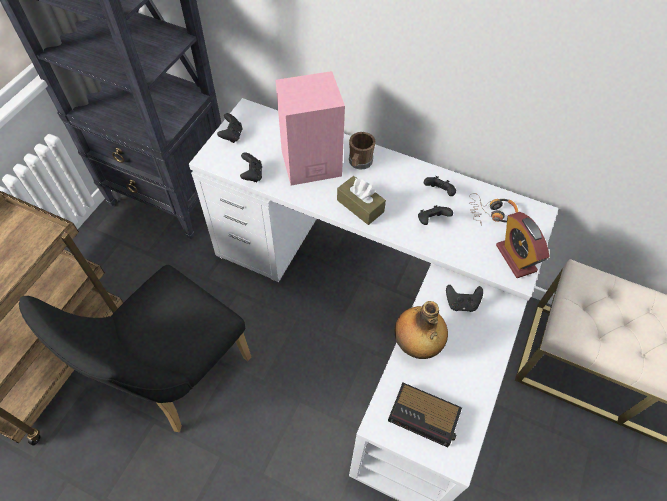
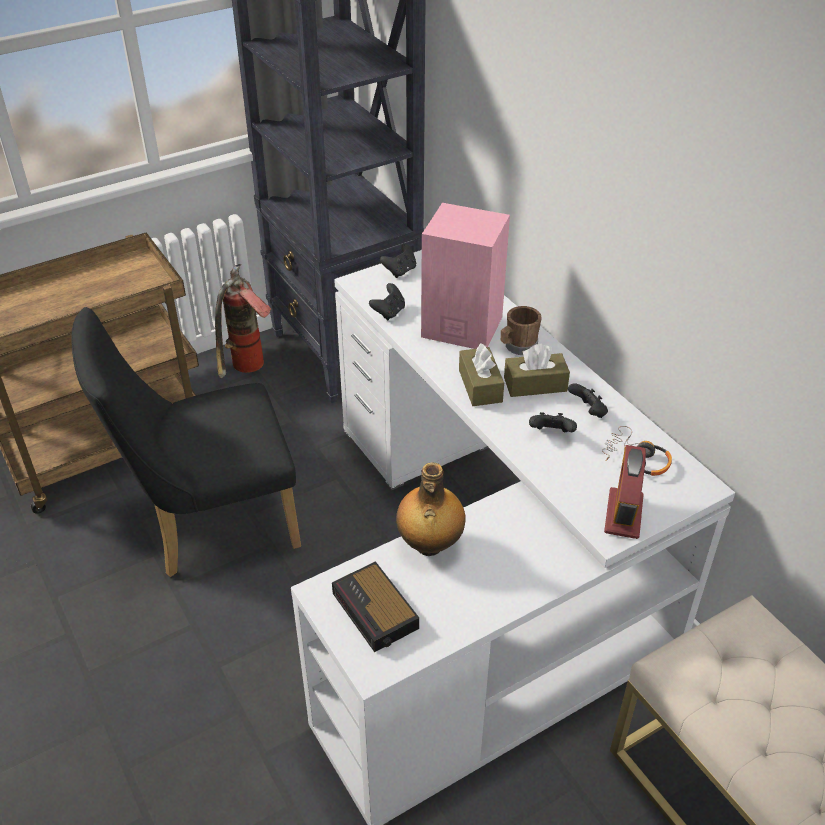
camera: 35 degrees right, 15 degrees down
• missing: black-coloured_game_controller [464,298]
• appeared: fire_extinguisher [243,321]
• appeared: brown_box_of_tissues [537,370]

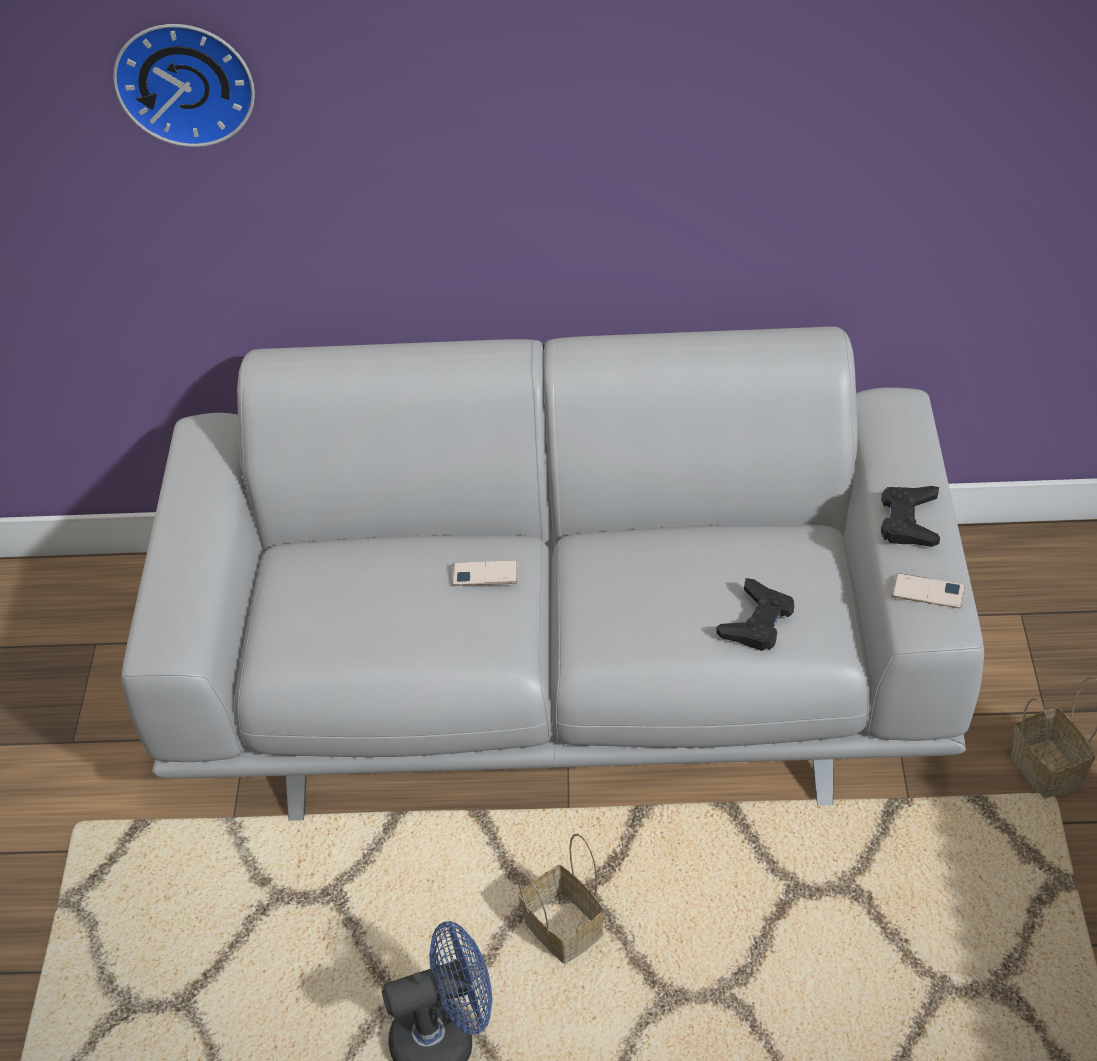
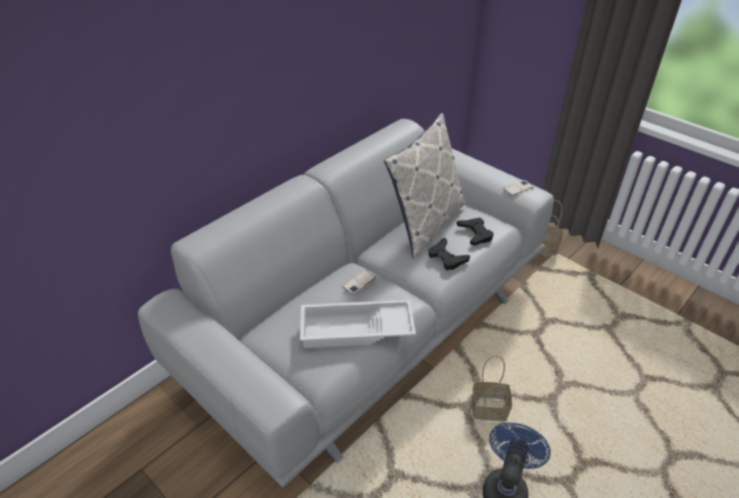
camera: 50 degrees left, 5 degrees down
• missing: clock_on_the_wall [184,85]
• relocated: black-coloured_game_controller [910,516] to [449,254]
• appeared: white-coloured_serving_tray [358,324]
• appeared: throw_pillow [424,186]

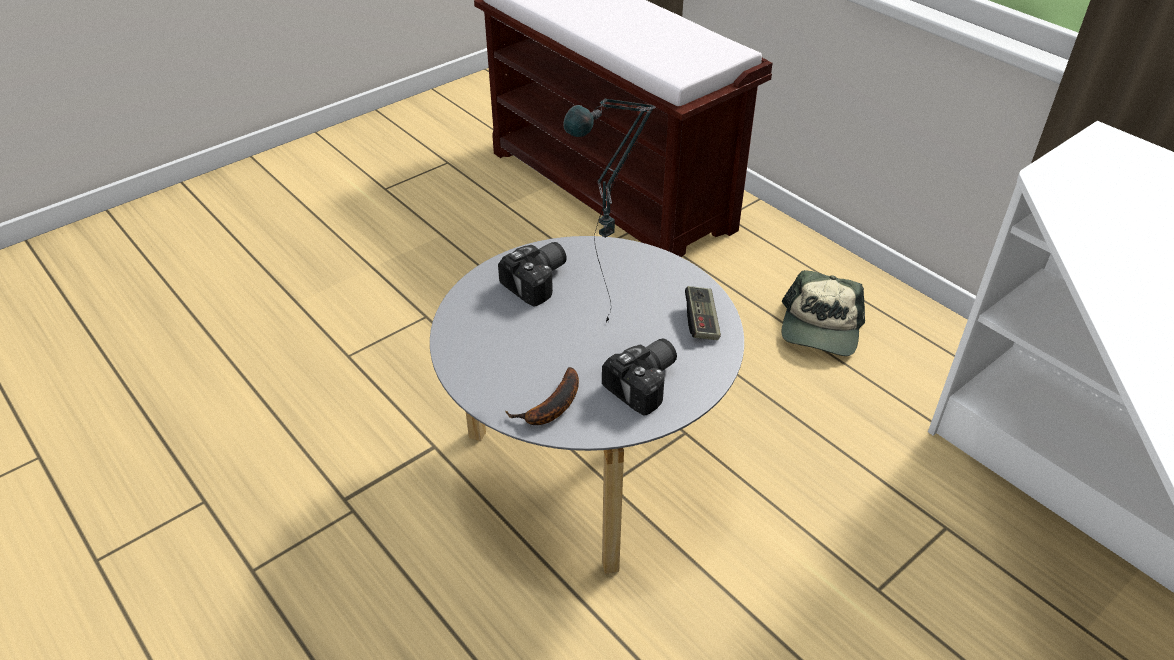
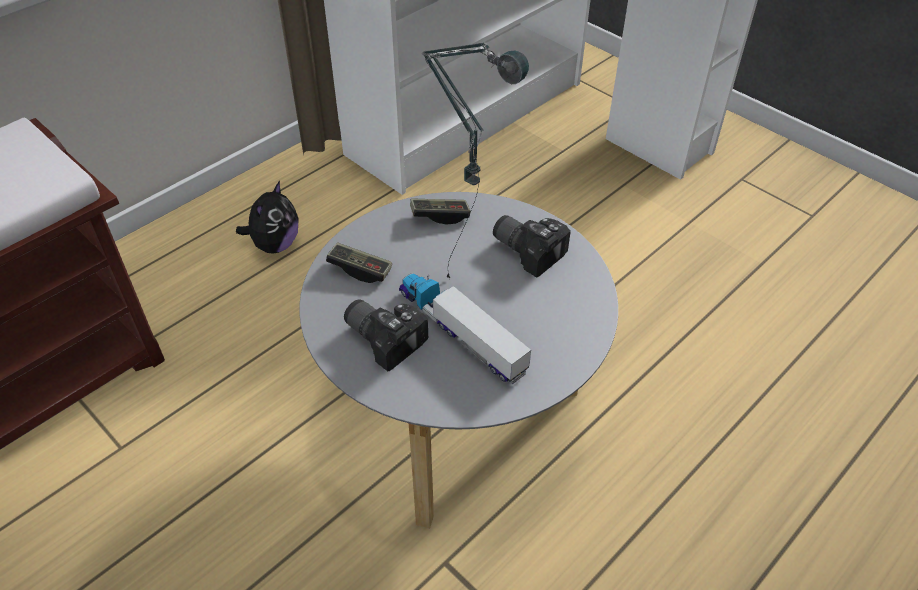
camera: 95 degrees left, 5 degrees up
• missing: banana_fruit [542,396]
• exchanged: peaked_cap [823,313] to soft_toy [267,217]
• appeared: game_controller [359,262]
• appeared: toy_truck [465,328]

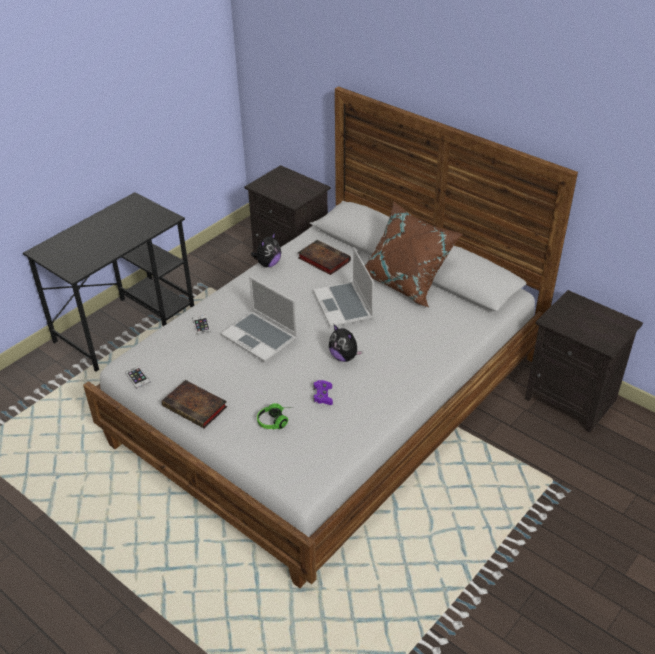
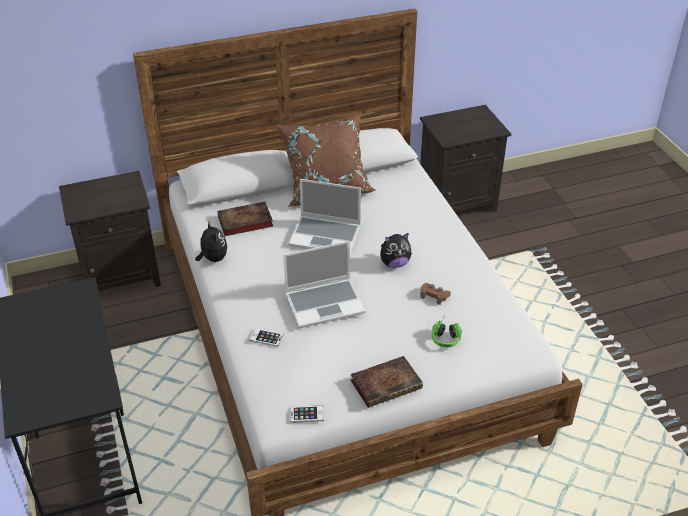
camera: 60 degrees left, 0 degrees up
• colour: purplish_game_controller [323,392] to brown_game_controller [435,294]

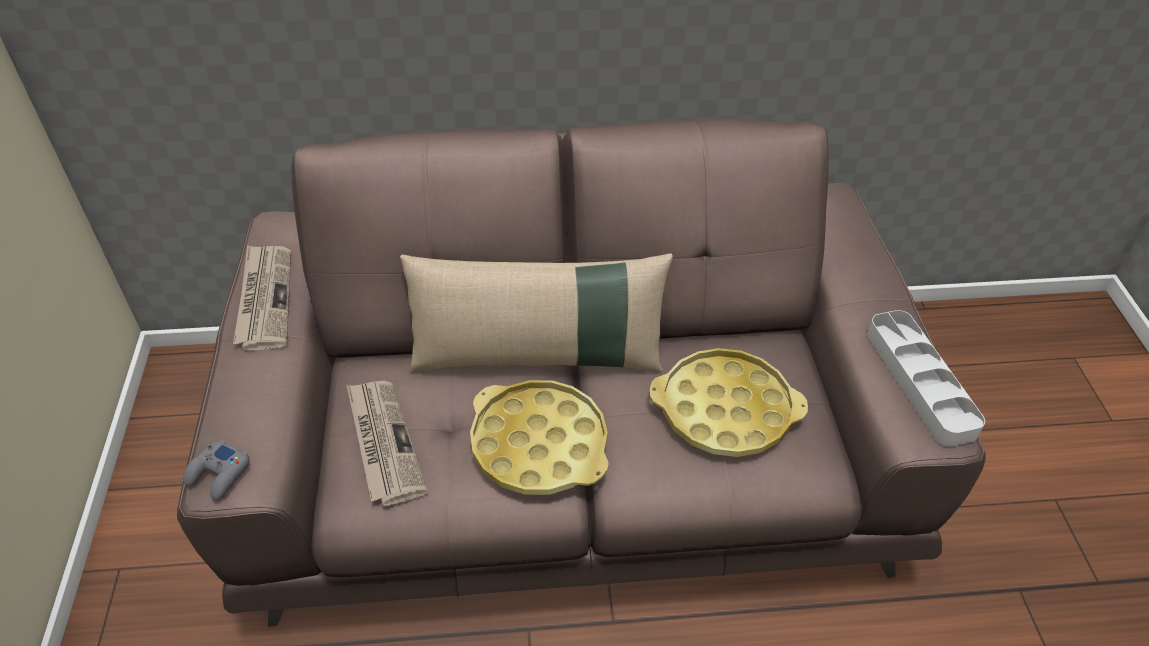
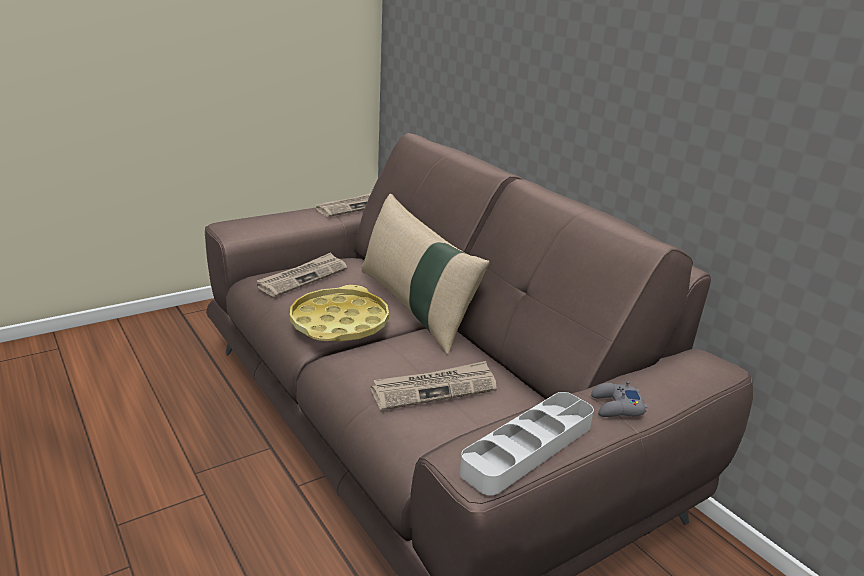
camera: 60 degrees right, 20 degrees down
• relocated: grey_game_controller [216,470] to [619,399]
• exchanged: yellow_serving_tray [728,402] to printed_paper [434,386]

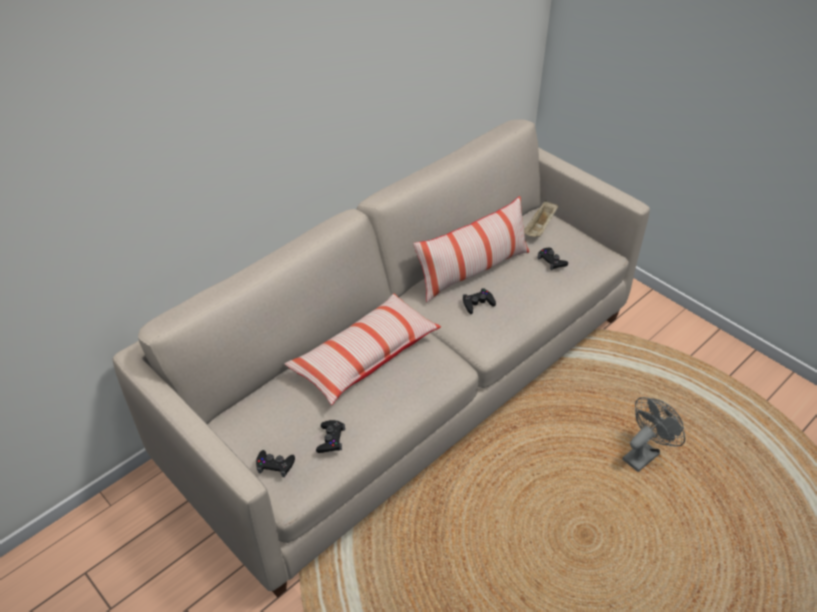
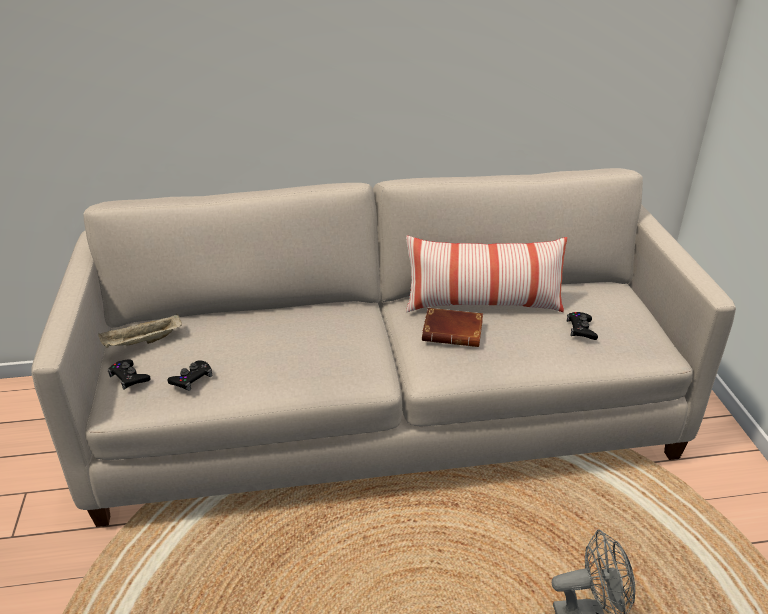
camera: 35 degrees right, 10 degrees down
• missing: throw_pillow [363,349]
• exchanged: black-coloured_game_controller [479,301] to brown_book [452,327]
• relocated: beige-coloured_serving_tray [541,218] to [140,331]

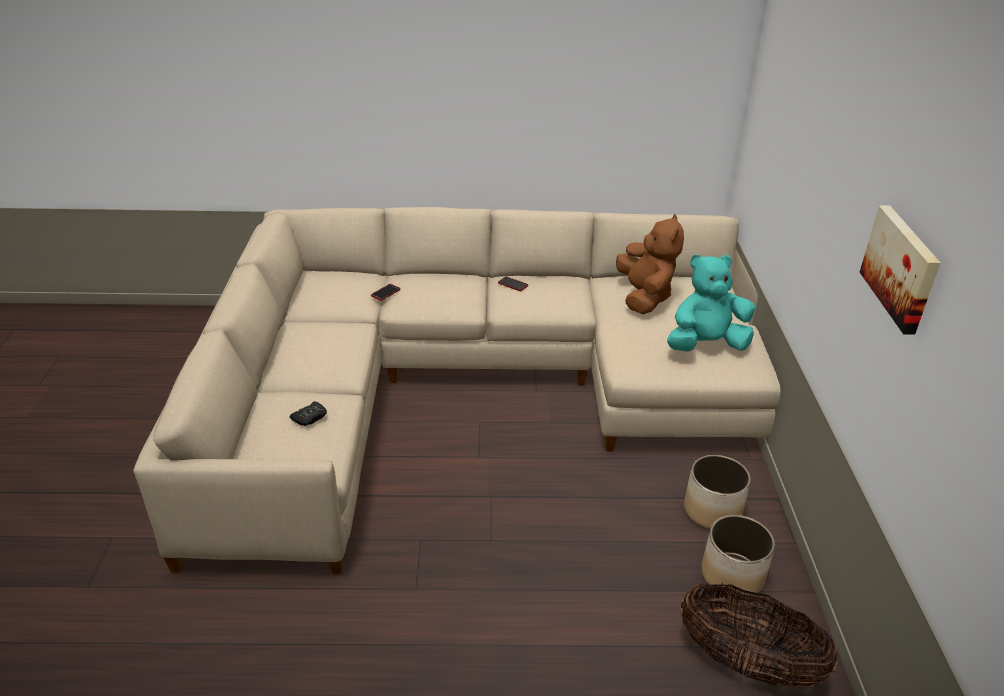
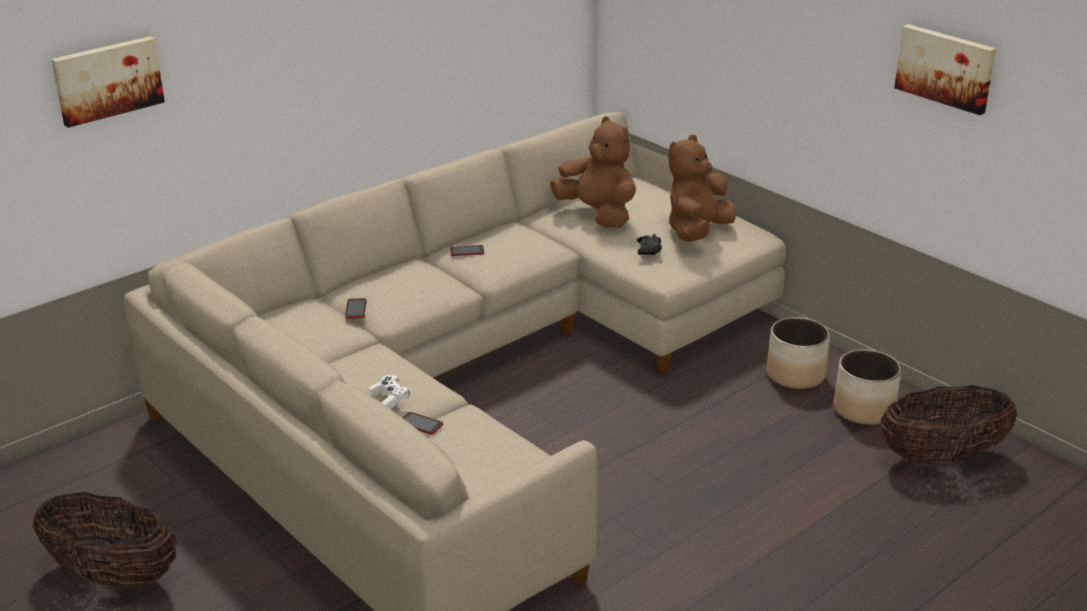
camera: 40 degrees left, 5 degrees down
• relocated: black-coloured_game_controller [308,414] to [649,244]
• colour: turquoise-coloured_soft_toy [711,303] to brown_soft_toy [702,188]
• appeared: storage_basket [105,540]
• appeared: wall_picture [108,82]
• appeared: white-coloured_game_controller [389,392]
• appeared: telephone [422,423]

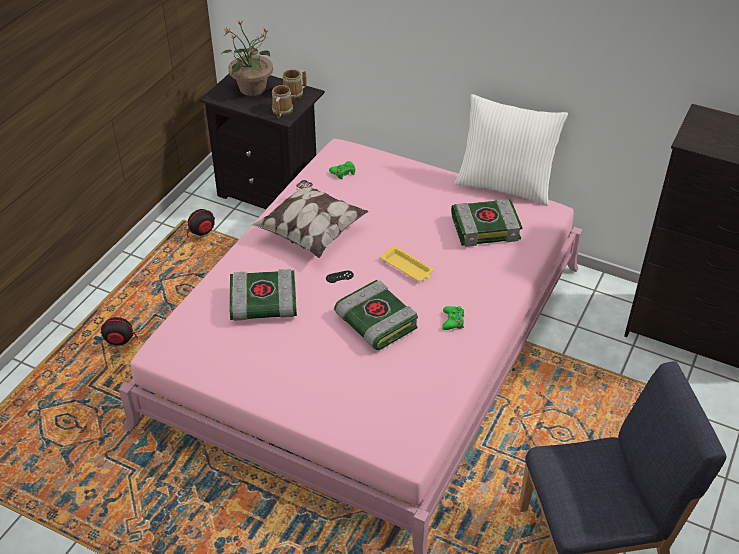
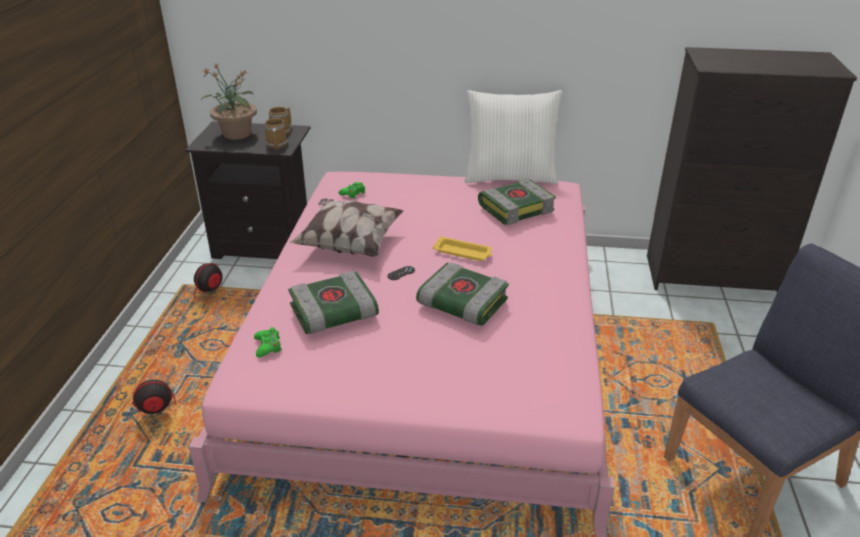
camera: 20 degrees left, 10 degrees down
• relocated: green_game_controller [453,318] to [268,342]

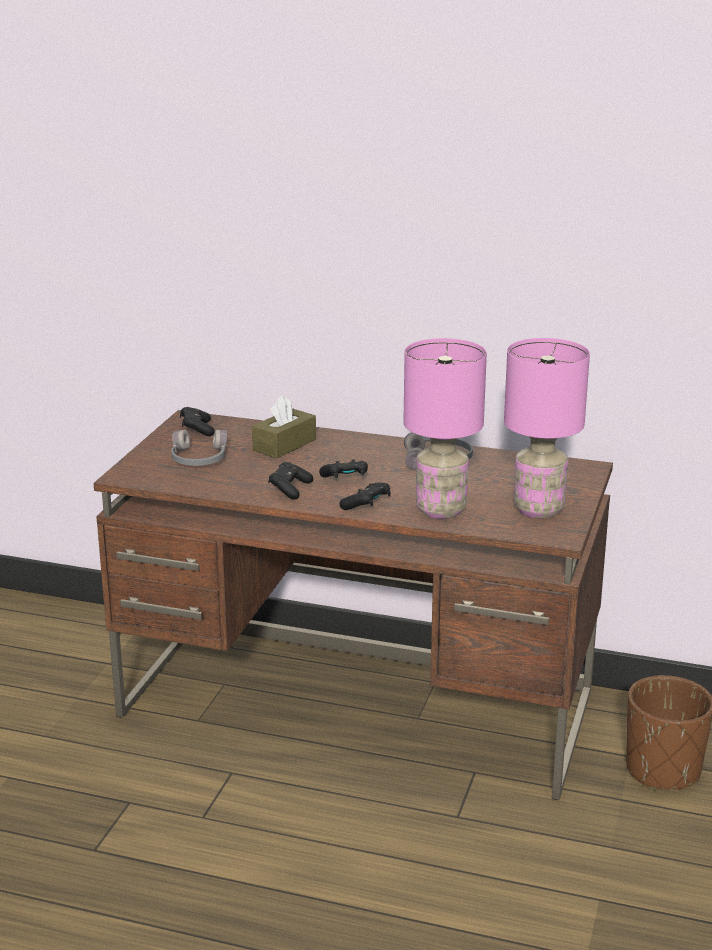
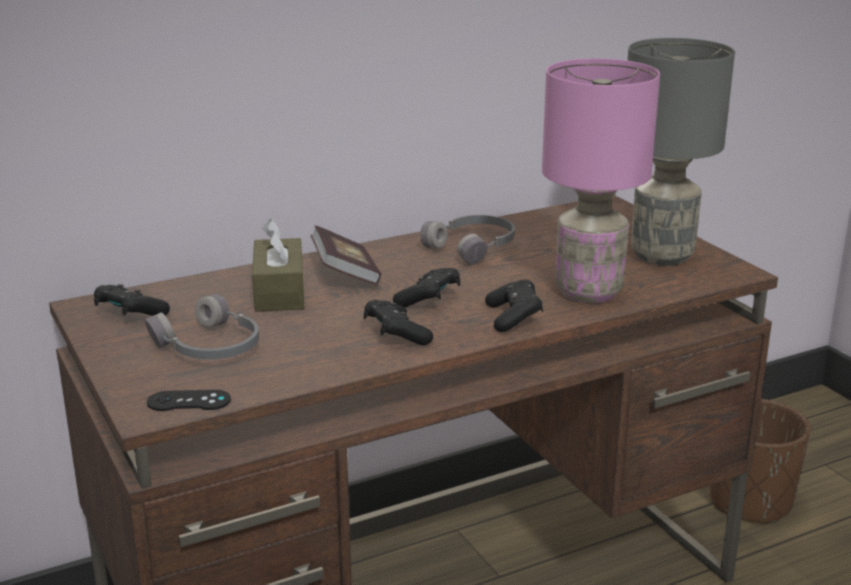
camera: 45 degrees left, 0 degrees up
• colour: pinkish_lamp_for_a_table [547,428] to grey_lamp_for_a_table [681,152]
• appeared: black-coloured_game_controller [189,400]
• appeared: book [346,255]

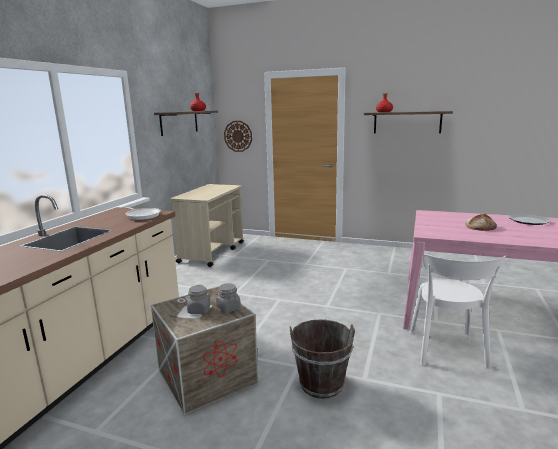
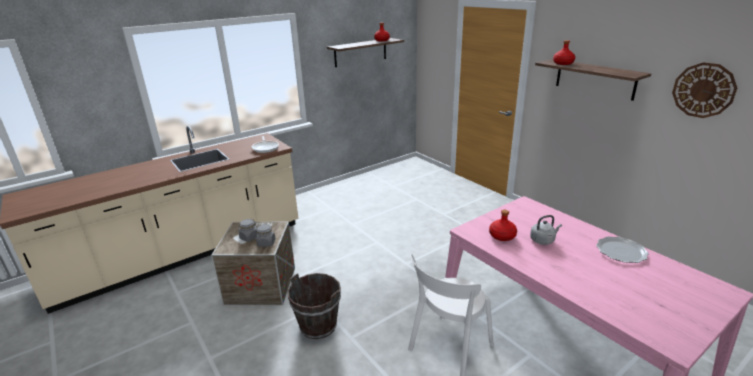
camera: 35 degrees right, 10 degrees up
• missing: beige-coloured_wheeled_cart [207,225]
• relocated: clock_on_the_wall [238,136] to [704,90]
• exchanged: baked_bread [481,222] to grey_kettle [546,230]
• appeared: reddish_drink_bottle [503,225]

